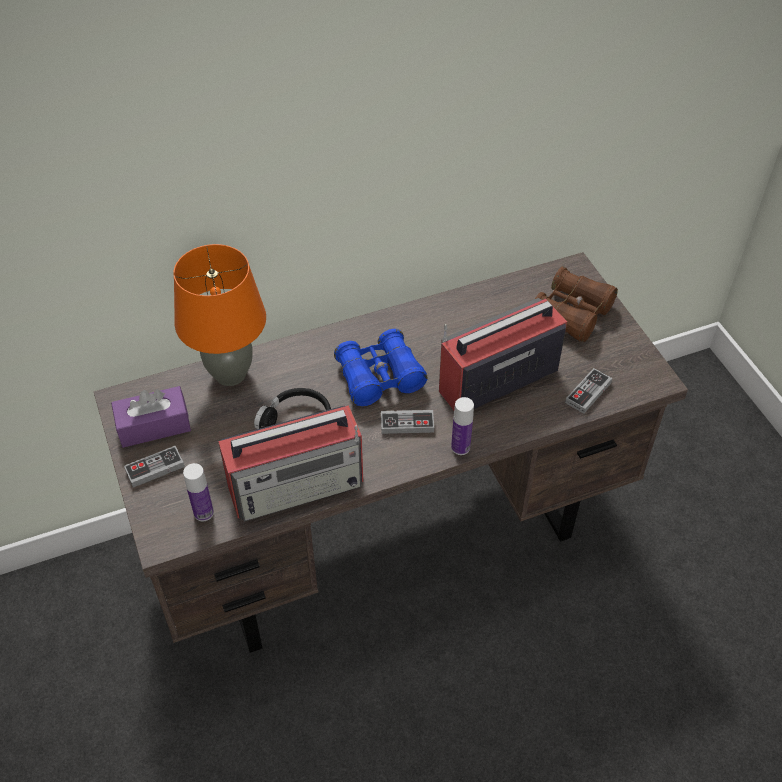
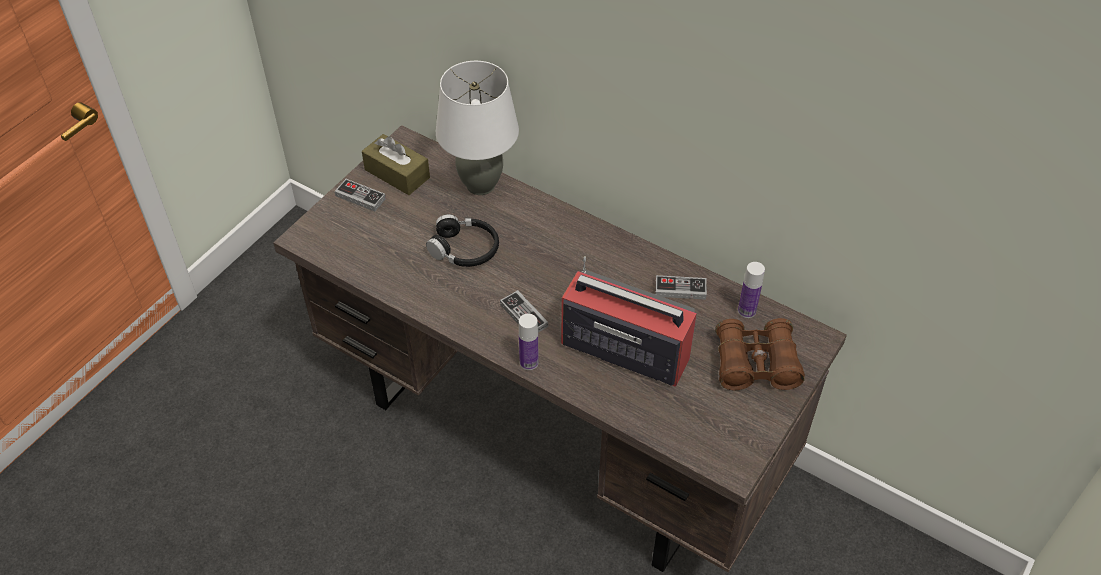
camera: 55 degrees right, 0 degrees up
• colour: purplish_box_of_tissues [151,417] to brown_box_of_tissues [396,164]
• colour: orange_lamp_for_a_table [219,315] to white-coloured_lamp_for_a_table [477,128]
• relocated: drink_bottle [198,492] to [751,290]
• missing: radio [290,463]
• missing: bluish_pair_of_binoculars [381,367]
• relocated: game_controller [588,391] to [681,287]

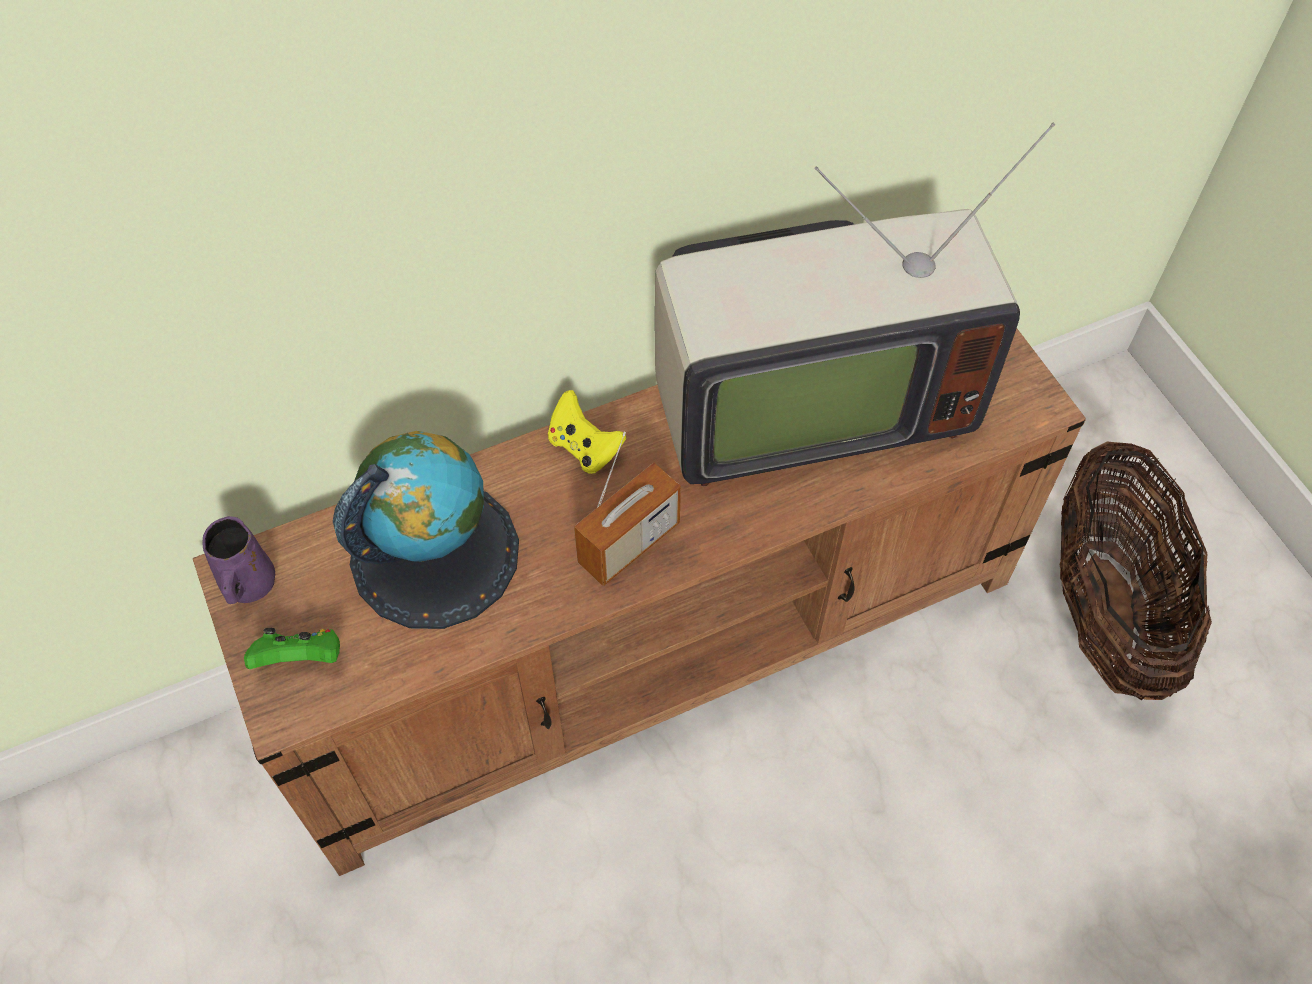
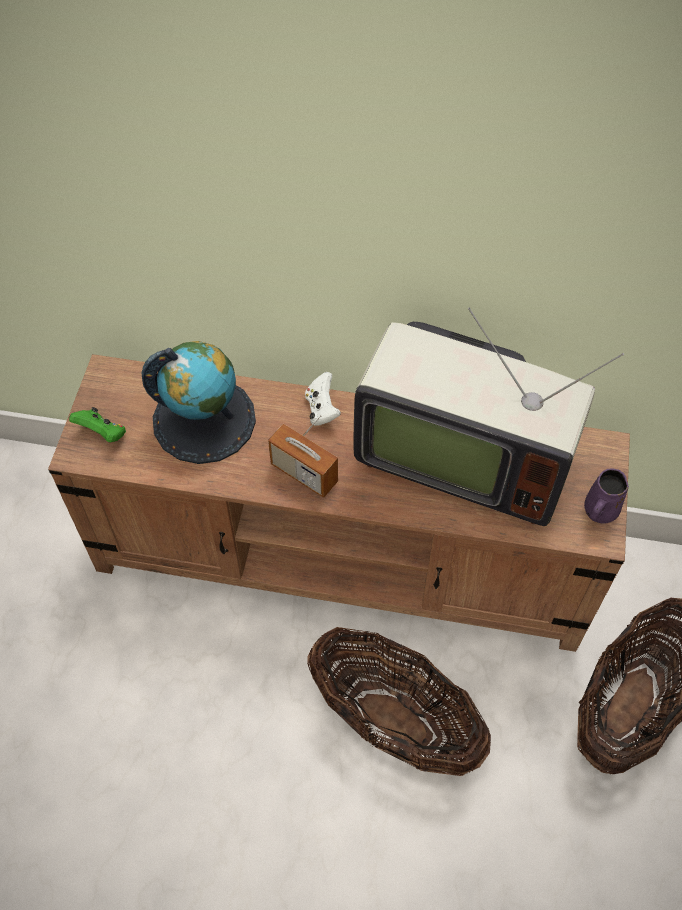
camera: 35 degrees right, 0 degrees up
• relocated: purplish_coffee_mug [238,560] to [606,496]
• colour: yellow_game_controller [587,432] to white-coloured_game_controller [323,399]
• spun: radio [627,509] = [303,456] 45 degrees clockwise
• appeared: storage_basket [399,701]

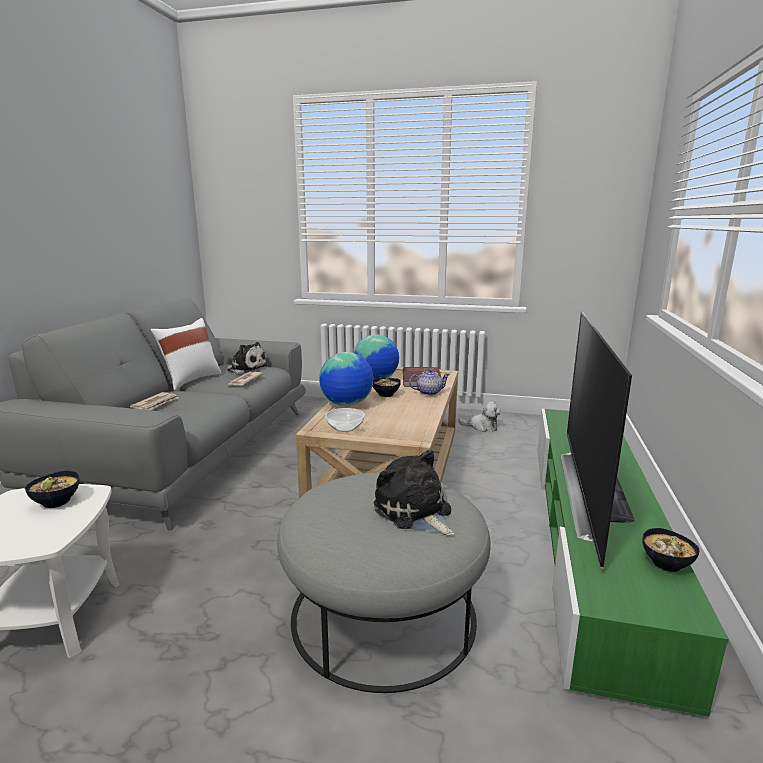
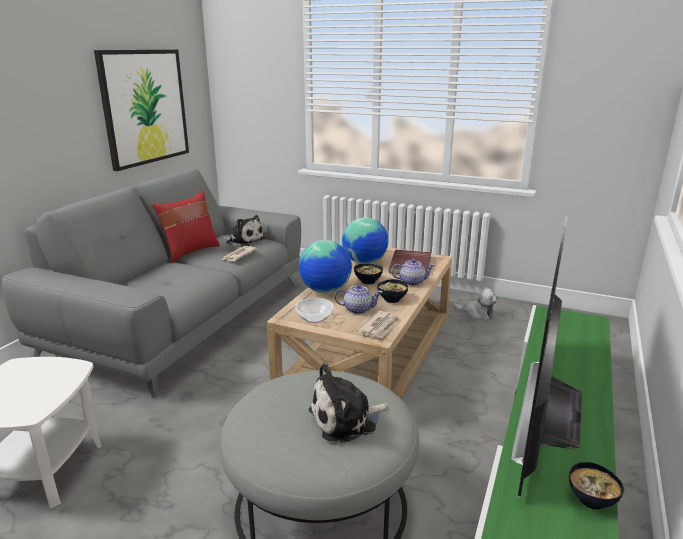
camera: 10 degrees right, 5 degrees up
• relocated: serving_bowl [52,489] to [392,291]
• relocated: printed_paper [154,401] to [378,324]
• colour: white-coloured_throw_pillow [186,354] to reddish_throw_pillow [185,227]
• spun: soft_toy [414,493] = [348,403] 90 degrees counterclockwise
• appeared: wall_picture [141,110]
• appeared: teapot [358,299]

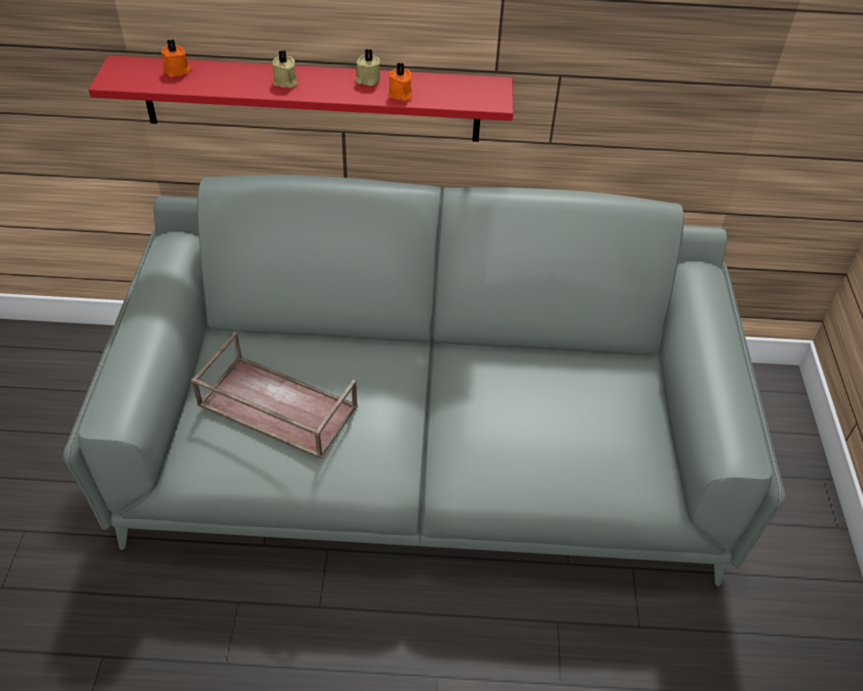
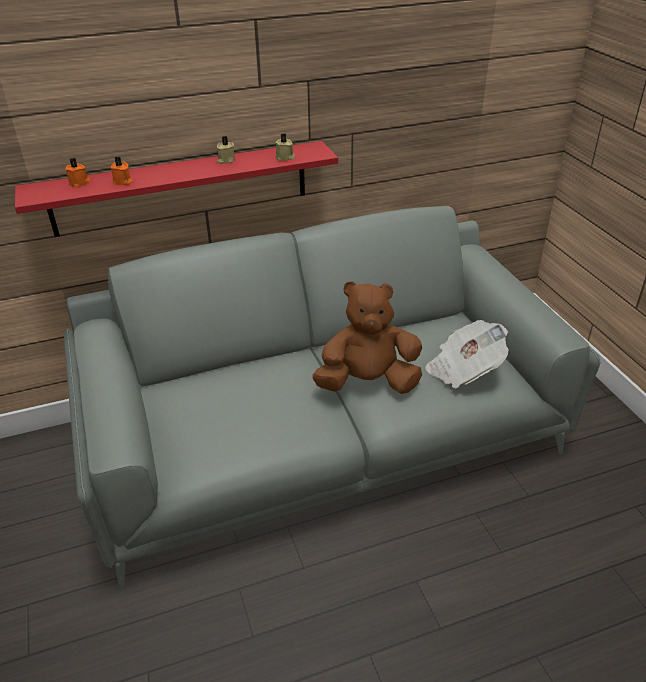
camera: 20 degrees left, 10 degrees down
• missing: brown_serving_tray [274,395]
• relocated: beige-coloured_wax_candle [284,69] to [285,147]
• relocated: orange_wax_candle [400,82] to [121,171]
• appeared: brown_soft_toy [367,337]
• appeared: printed_paper [467,354]

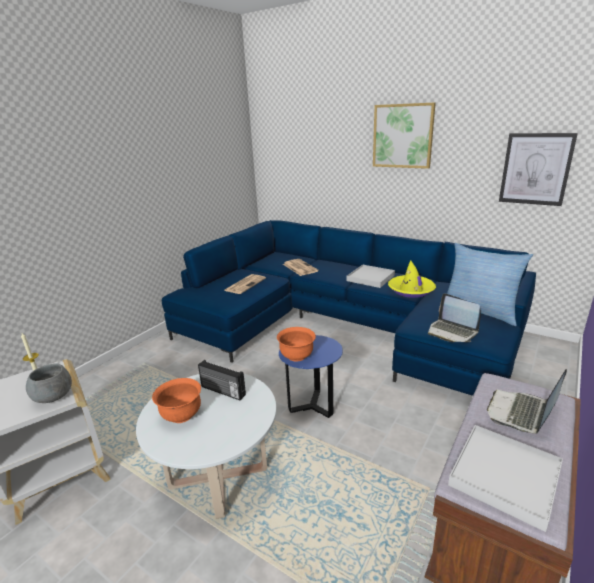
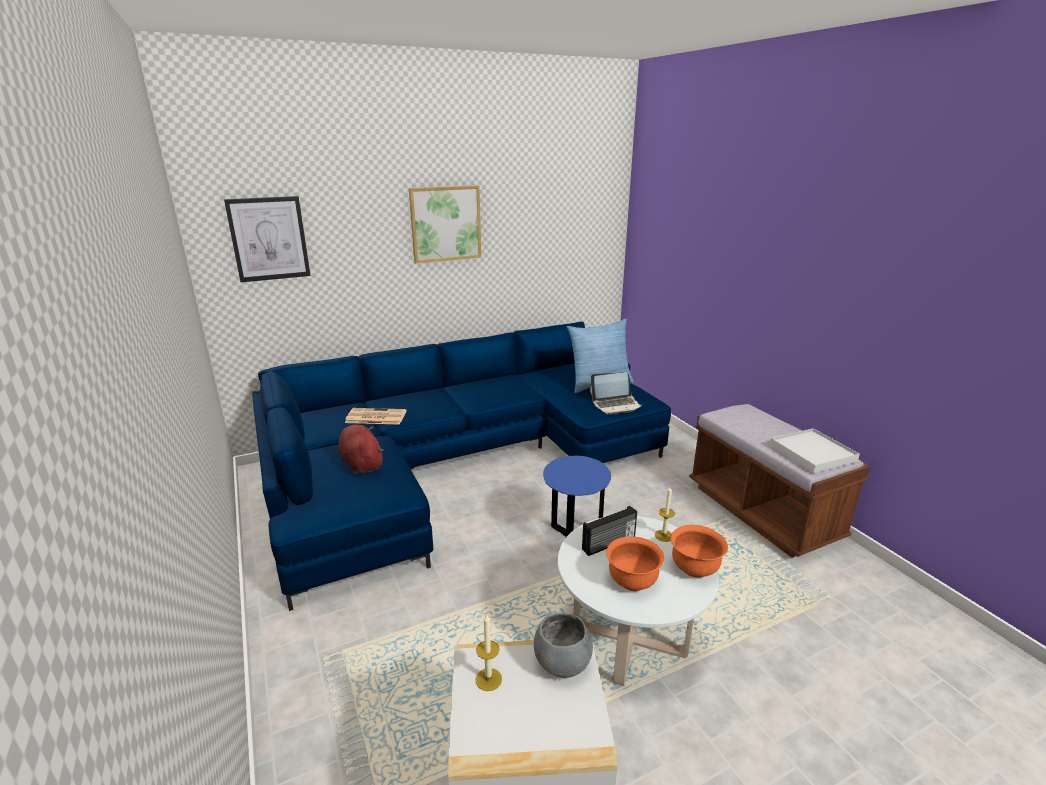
camera: 60 degrees left, 0 degrees up
• exchanged: printed_paper [245,284] to reddish_soft_toy [361,449]
• relocated: orange_serving_bowl [296,344] to [699,551]
• missing: white-coloured_serving_tray [371,276]
• missing: yellow_wearable_hat [412,279]
• missing: notebook_computer [527,401]
• relocated: wall_picture [538,169] to [267,239]
• appeared: wax_candle [665,514]

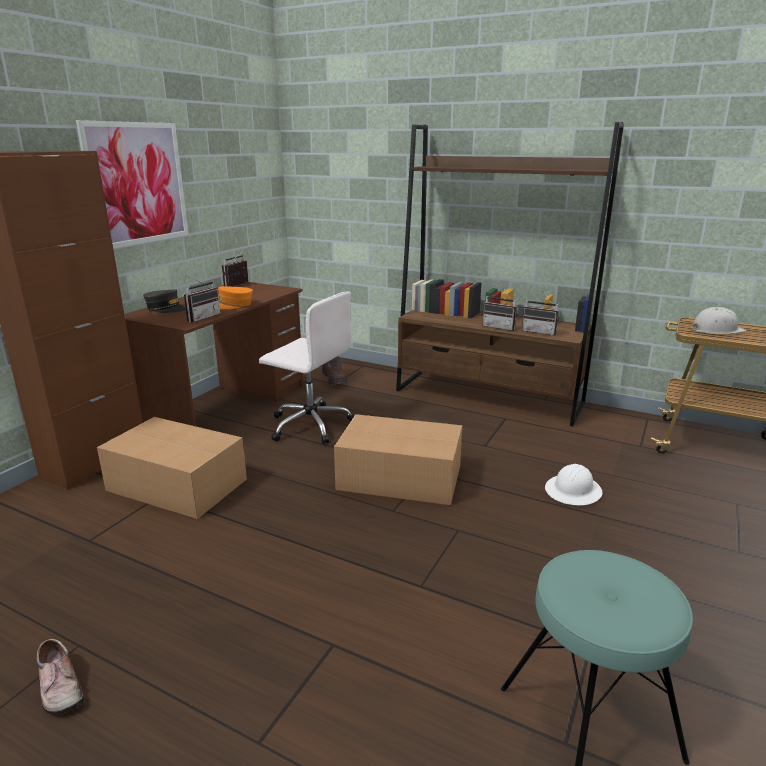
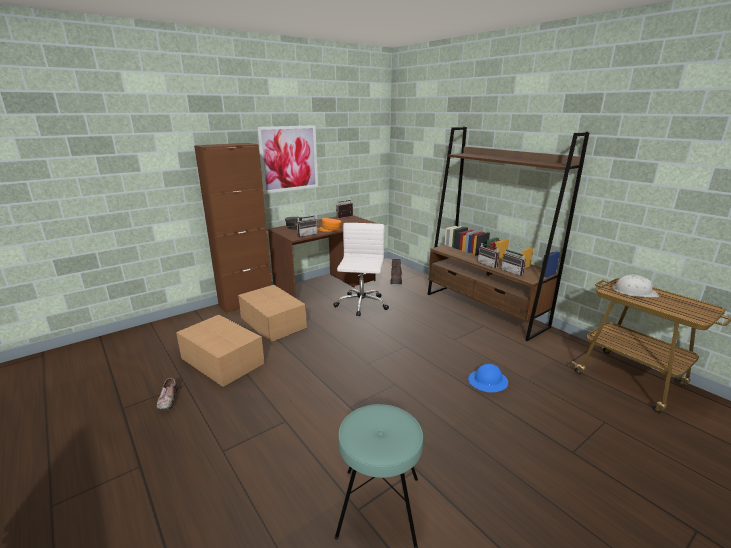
camera: 25 degrees right, 0 degrees up
• spun: white-coloured_office_chair [307,367] = [361,269] 135 degrees counterclockwise
• relocated: cardboard_box [398,459] to [220,351]
• colour: white-coloured_work_helmet [574,484] to bluish_work_helmet [488,378]

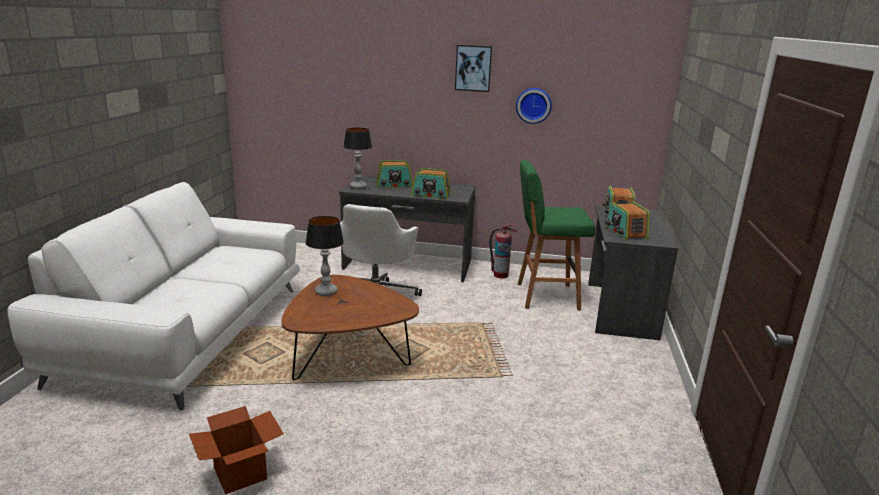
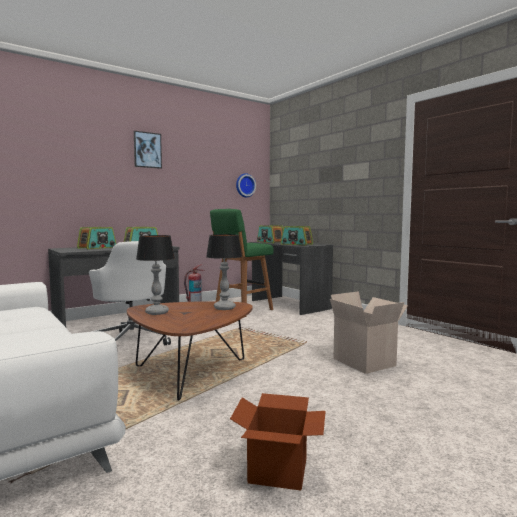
camera: 45 degrees left, 15 degrees down
• relocated: lamp_for_a_table [357,158] to [224,272]
• relocated: clock_on_the_wall [534,106] to [246,185]
• appeared: cardboard_box [369,332]

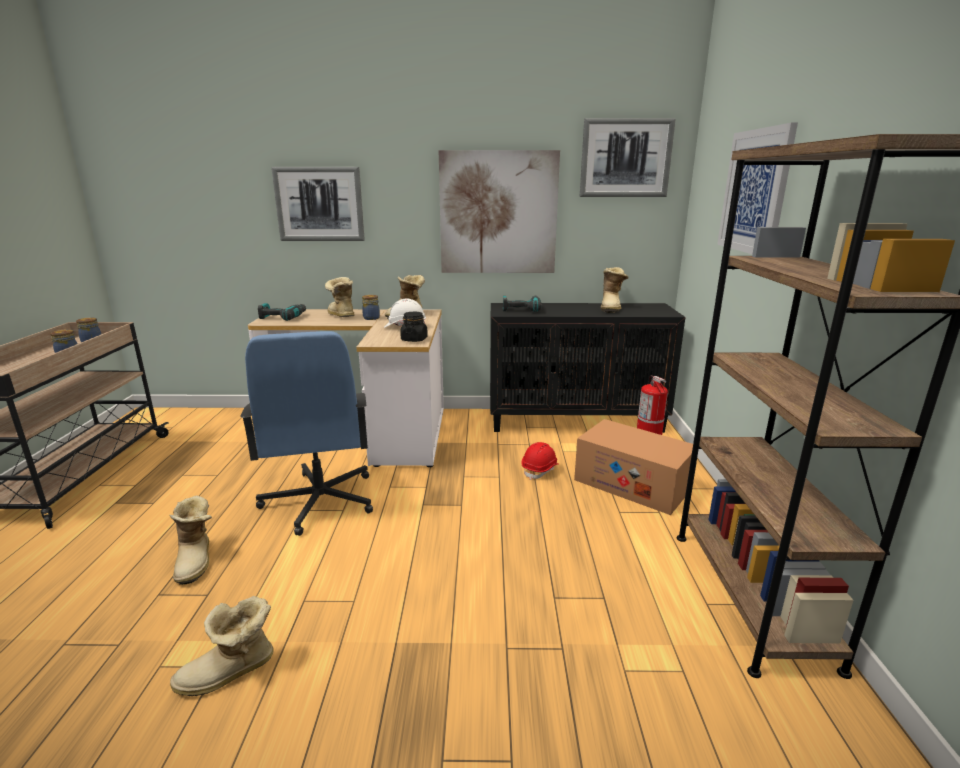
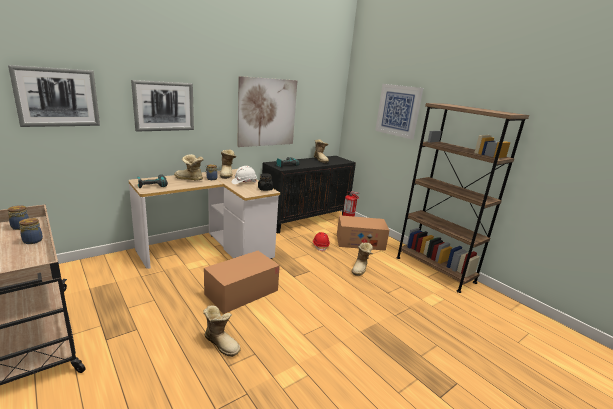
camera: 40 degrees left, 0 degrees up
• relocated: high-top_boot [222,646] to [362,259]
• exchanged: bluish_office_chair [306,433] to cardboard_box [242,282]
• relocated: wall_picture [628,157] to [54,96]

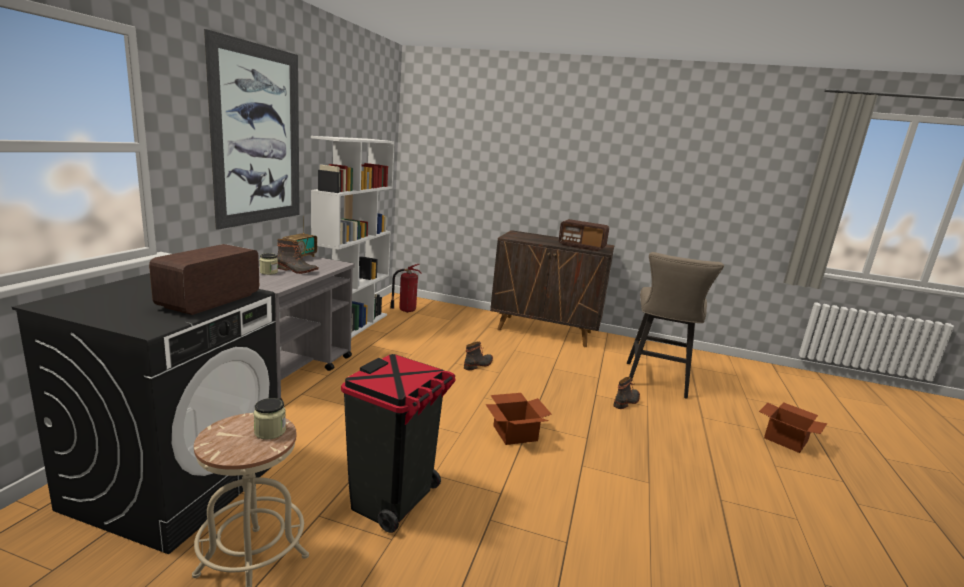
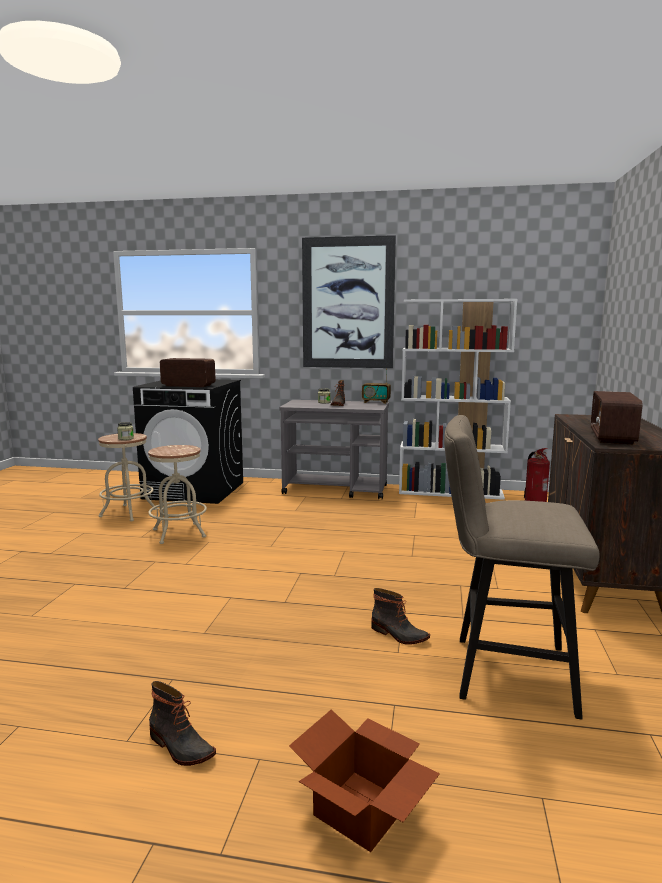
camera: 85 degrees right, 5 degrees down
• exchanged: black-coloured_rubbish_bin [398,443] to beige-coloured_stool_seat [177,494]
• relocated: high-top_boot [478,356] to [182,723]
• missing: cardboard_box [518,419]

